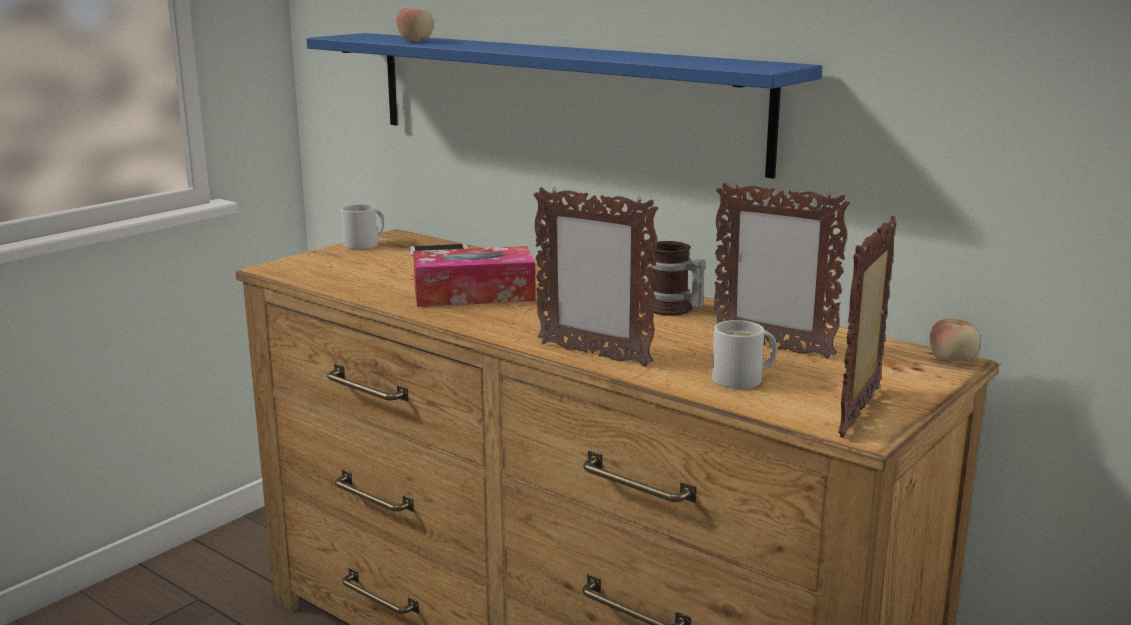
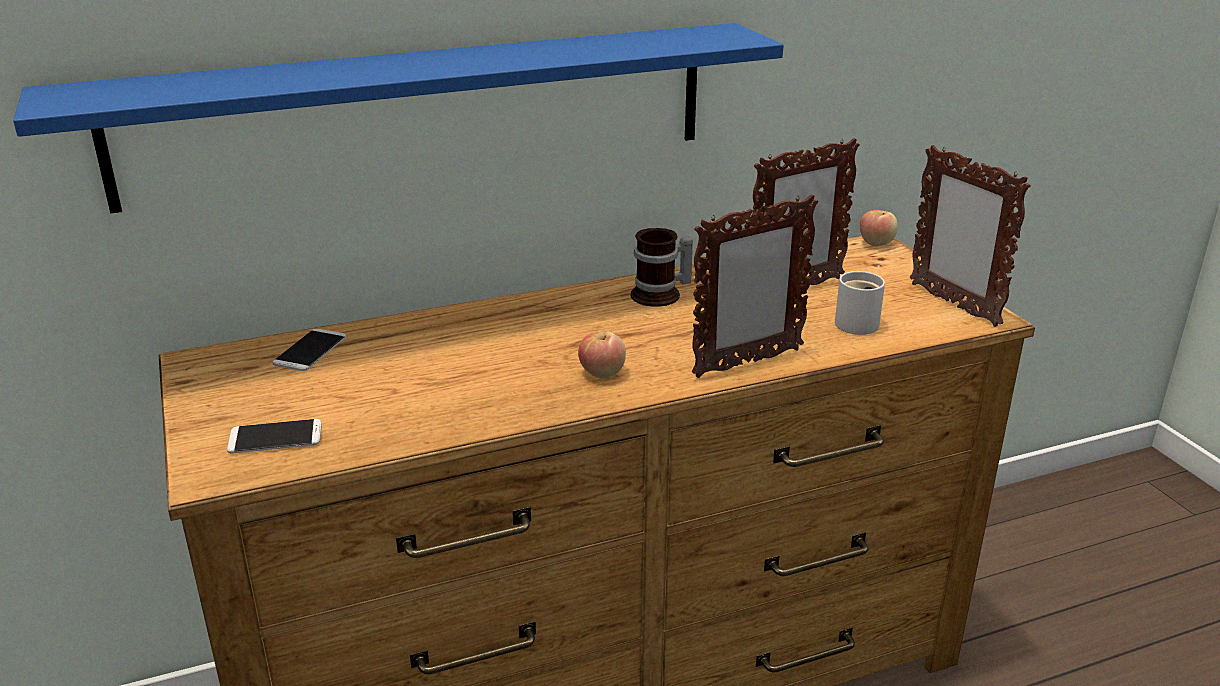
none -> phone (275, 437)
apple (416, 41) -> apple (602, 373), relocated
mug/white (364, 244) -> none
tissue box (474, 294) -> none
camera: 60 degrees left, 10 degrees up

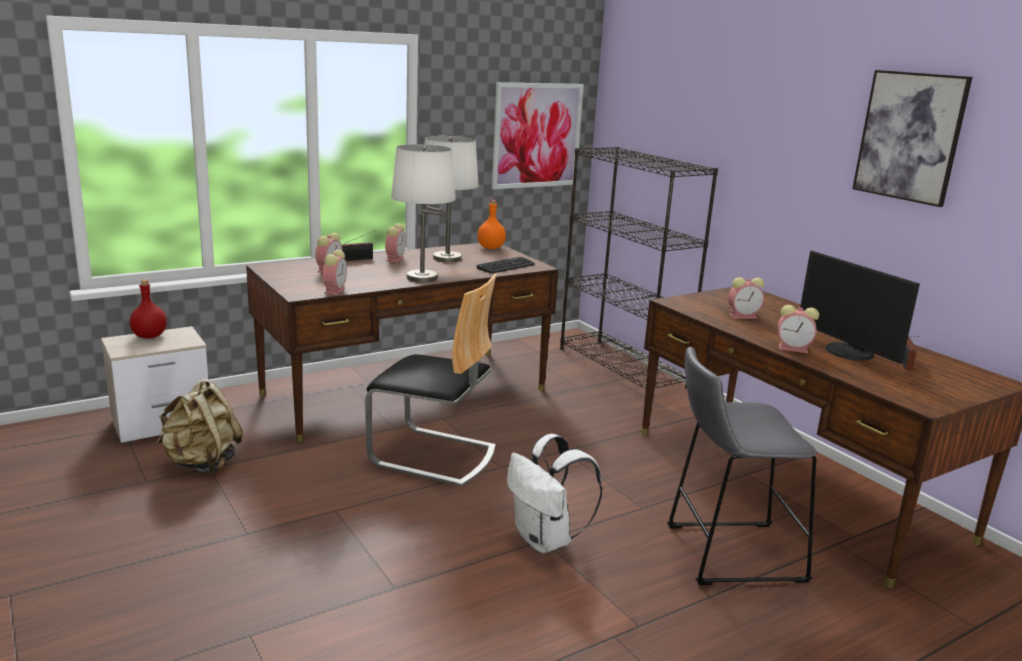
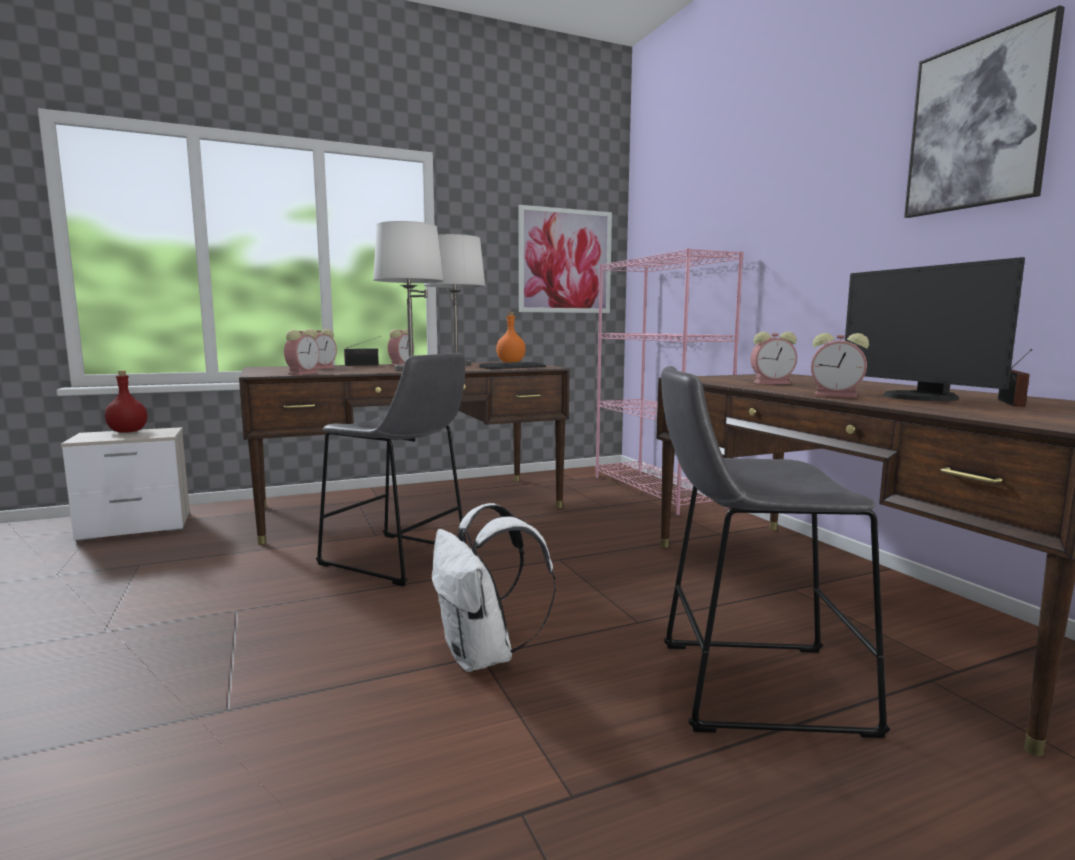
chair (433, 455) -> stool/grey (399, 560)
bookcase/black (622, 368) -> bookcase/pink (657, 491)
backpack/beige (202, 463) -> none
camera: 10 degrees right, 10 degrees down

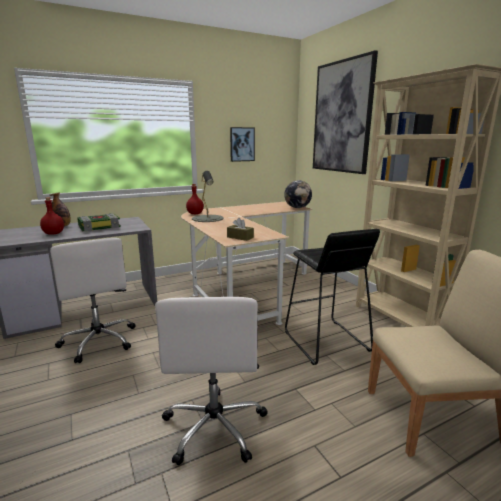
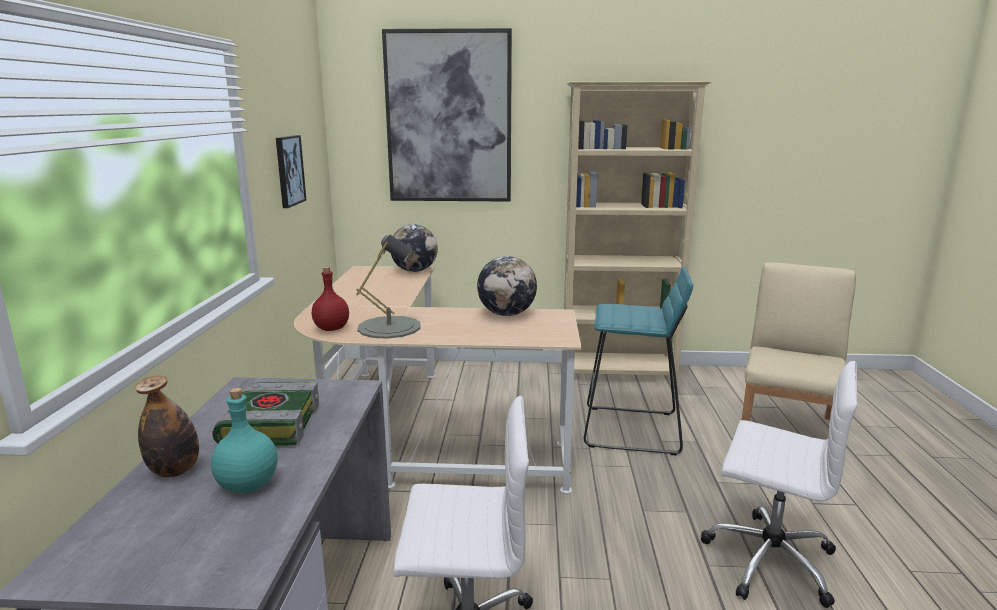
bottle/red (54, 233) -> bottle/turquoise (249, 485)
none -> globe (507, 314)
stool/black (325, 342) -> stool/turquoise (632, 430)
tissue box/brown (240, 237) -> none
camera: 60 degrees left, 0 degrees up

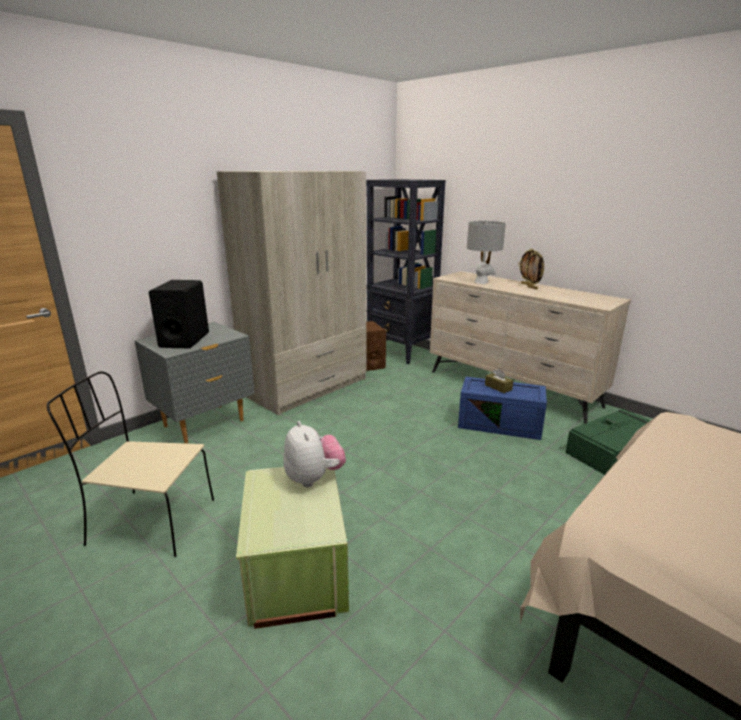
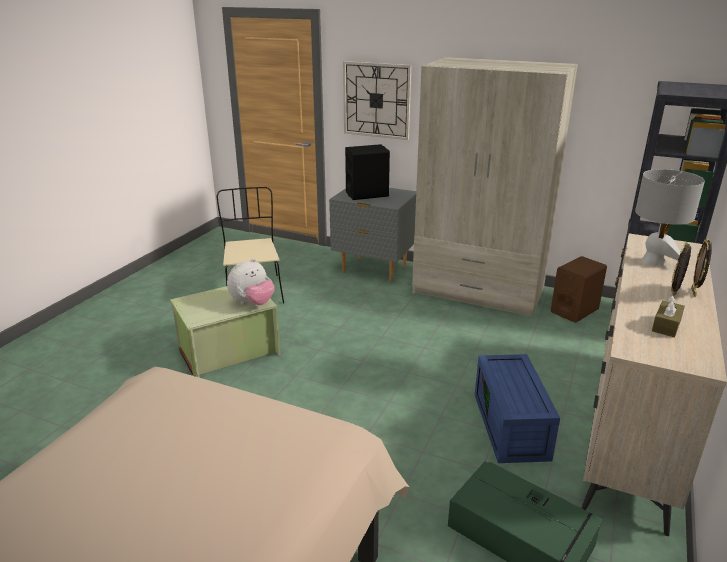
none -> wall clock (376, 100)
tissue box/brown (498, 387) -> tissue box/brown (666, 325), relocated
camera: 70 degrees right, 5 degrees up

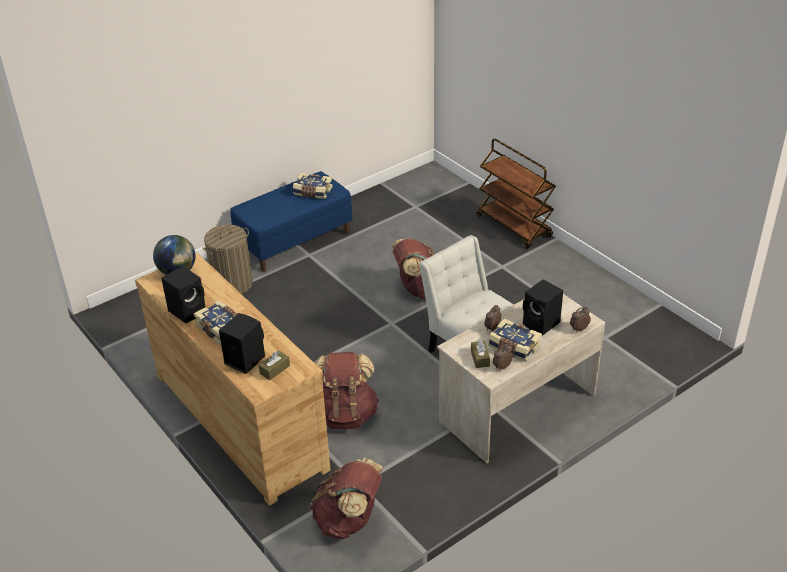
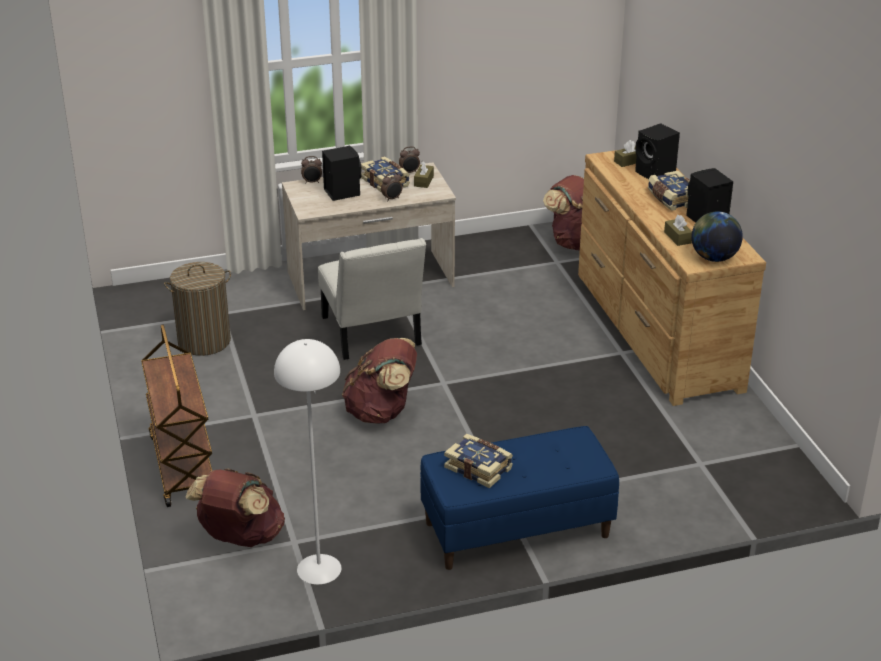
laundry basket (232, 284) -> laundry basket (204, 341), relocated
backpack/brown (345, 414) -> backpack/brown (240, 538), relocated
none -> floor lamp/white (319, 569)
none -> tissue box/brown (677, 237)
camera: 160 degrees left, 5 degrees down

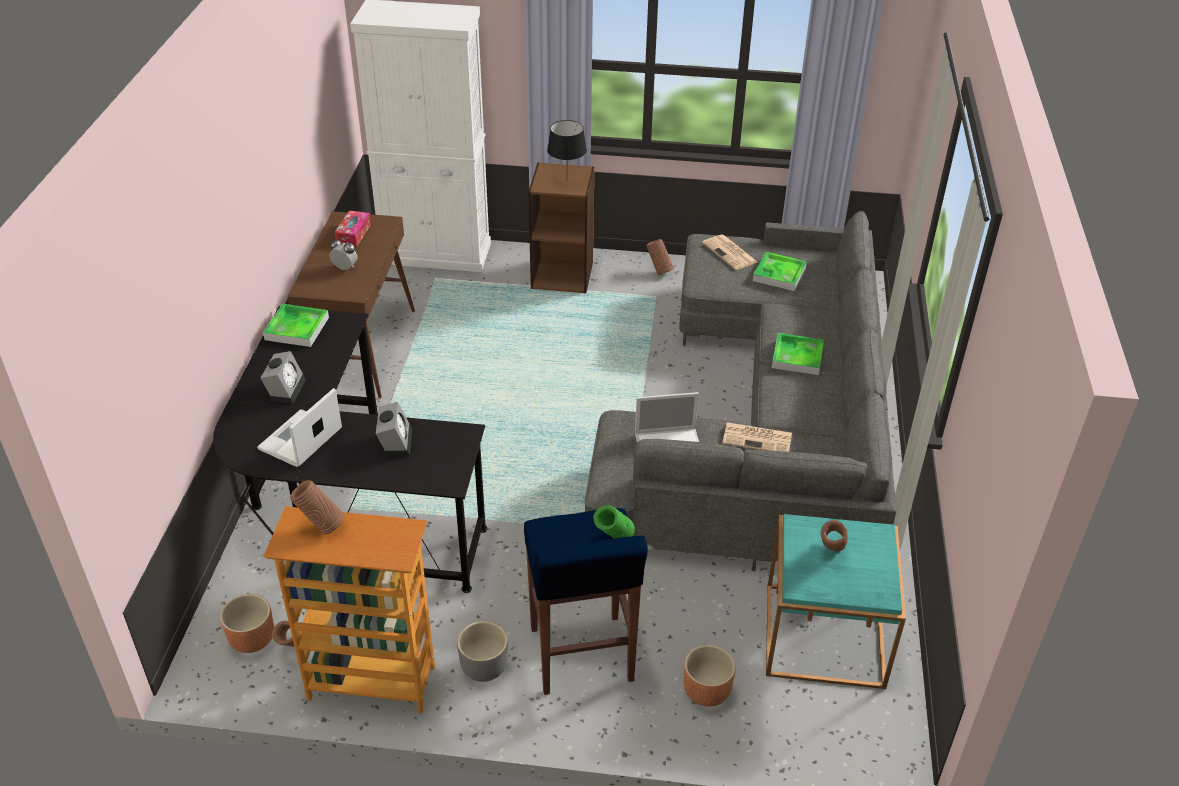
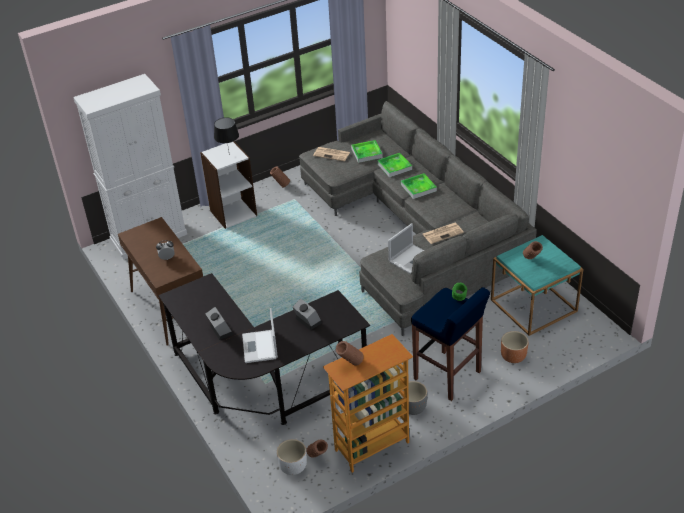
bookcase/brown (562, 275) -> bookcase/white (233, 213)
planter/brown (252, 640) -> planter/white (293, 467)
tray (297, 328) -> tray (394, 167), relocated
tissue box (353, 234) -> none
camera: 35 degrees left, 0 degrees up

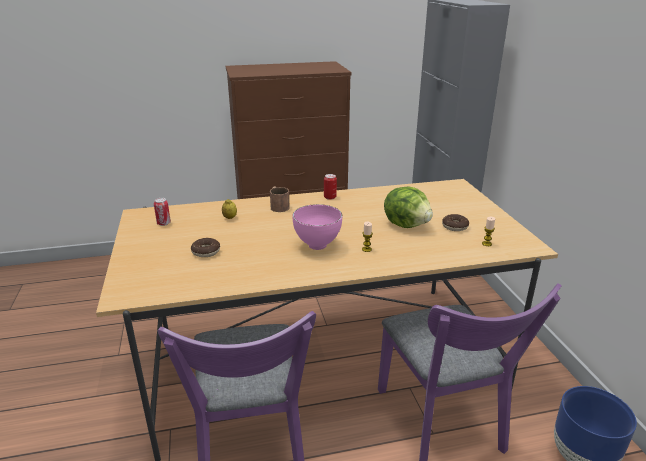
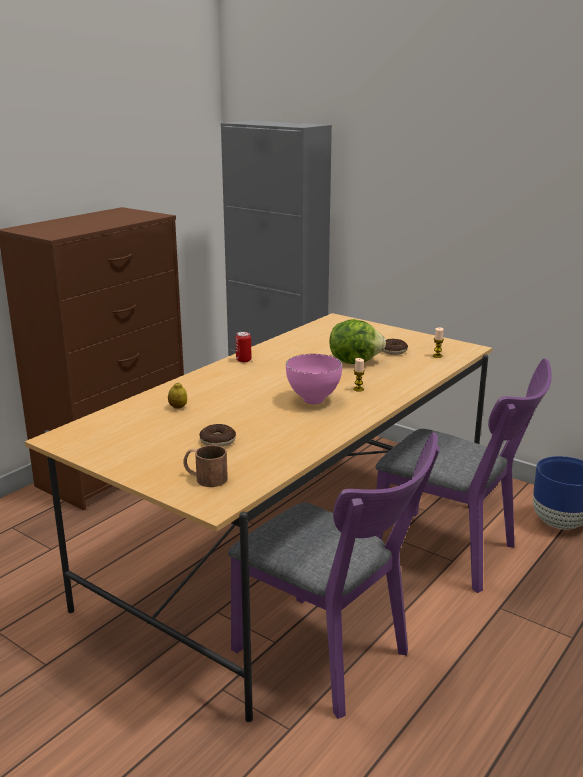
mug/brown (278, 206) -> mug/brown (204, 478), relocated
can (164, 223) -> none
camera: 40 degrees left, 5 degrees down

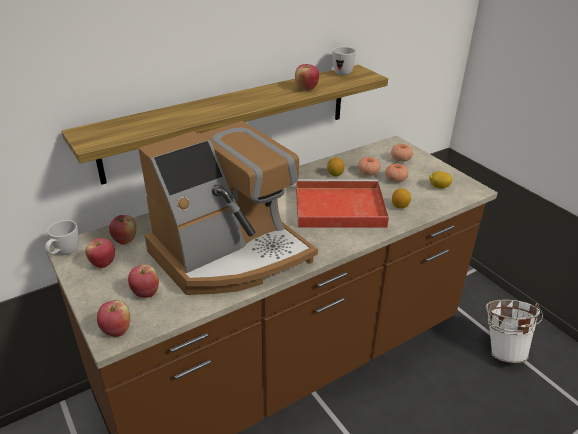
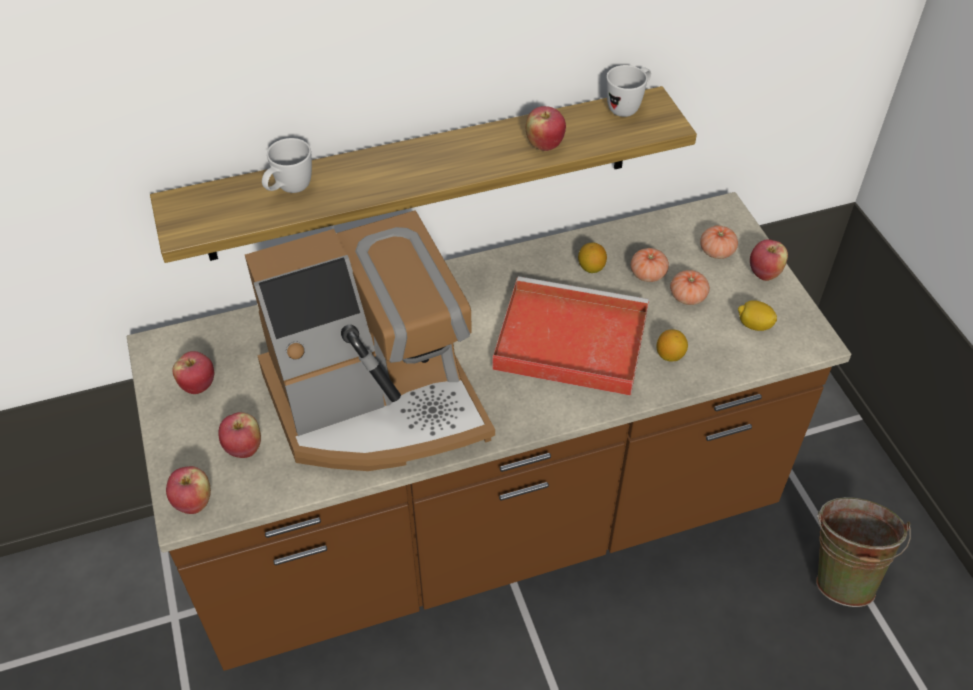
mug/white (64, 253) -> mug/white (289, 190), relocated
apple (125, 240) -> apple (764, 273), relocated
bucket/white (502, 348) -> bucket/green (842, 572)
camera: 15 degrees right, 15 degrees up

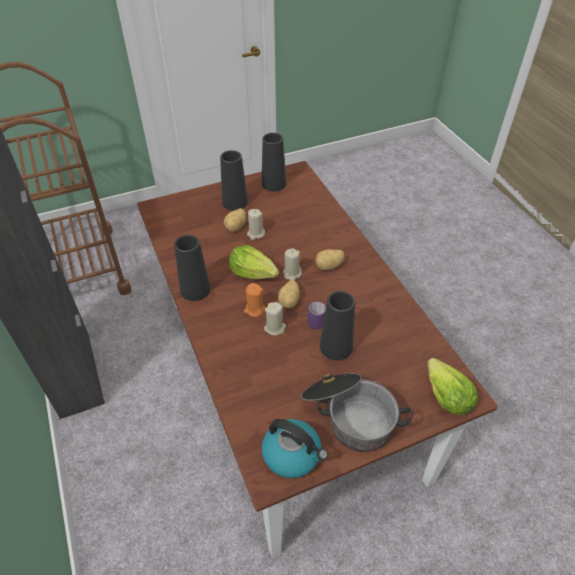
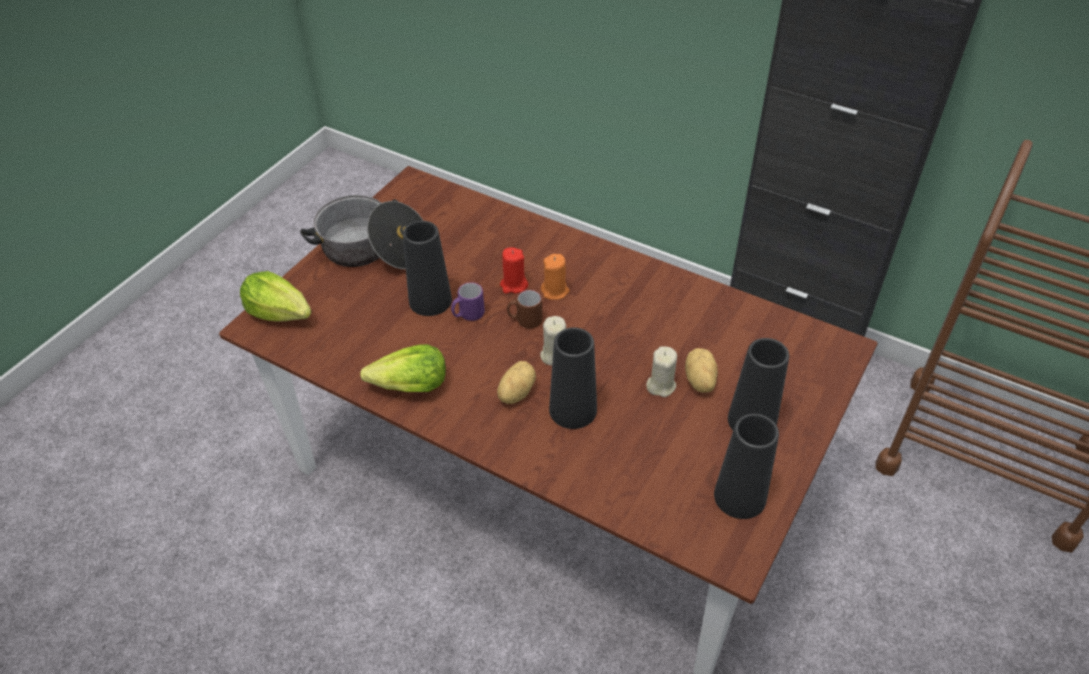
lettuce (253, 273) -> lettuce (410, 386), relocated
candle/beige (275, 328) -> candle/red (514, 285)
potato (289, 301) -> mug/brown (525, 321)
vase/black (195, 289) -> vase/black (573, 410), relocated
kettle (293, 454) -> none
camera: 145 degrees right, 0 degrees up

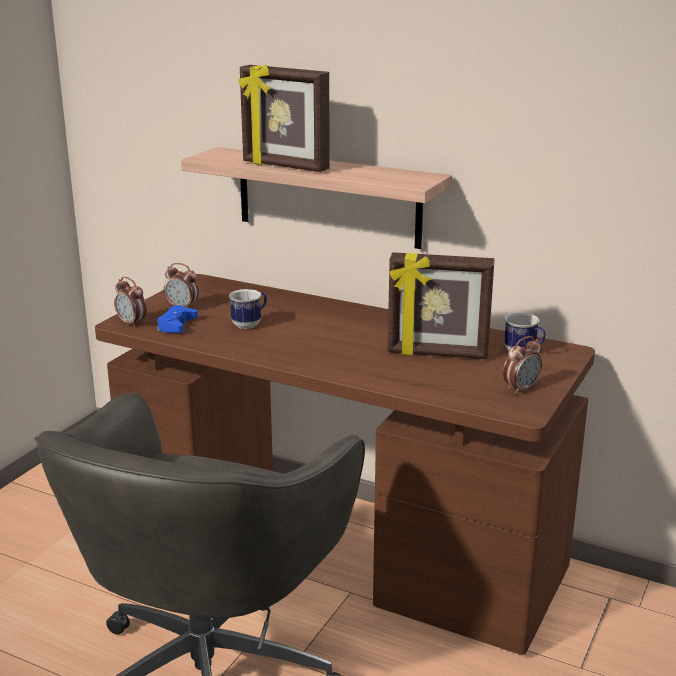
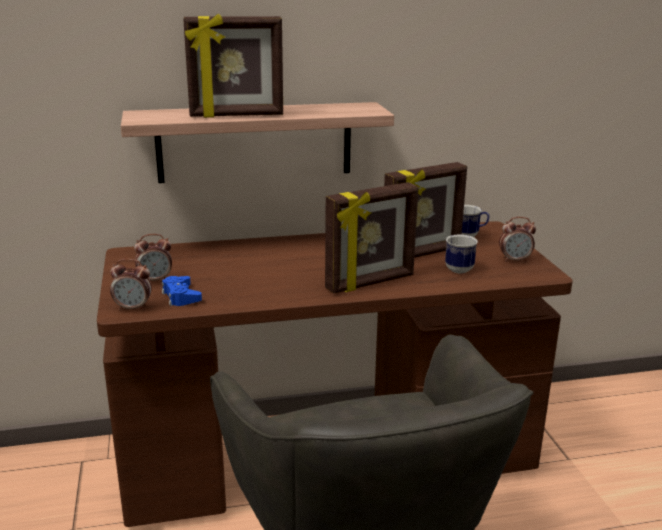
none -> picture frame (370, 283)
mug (250, 324) -> mug (459, 268), relocated
alarm clock (521, 389) -> alarm clock (515, 260), 75 degrees clockwise
camera: 40 degrees left, 0 degrees up

